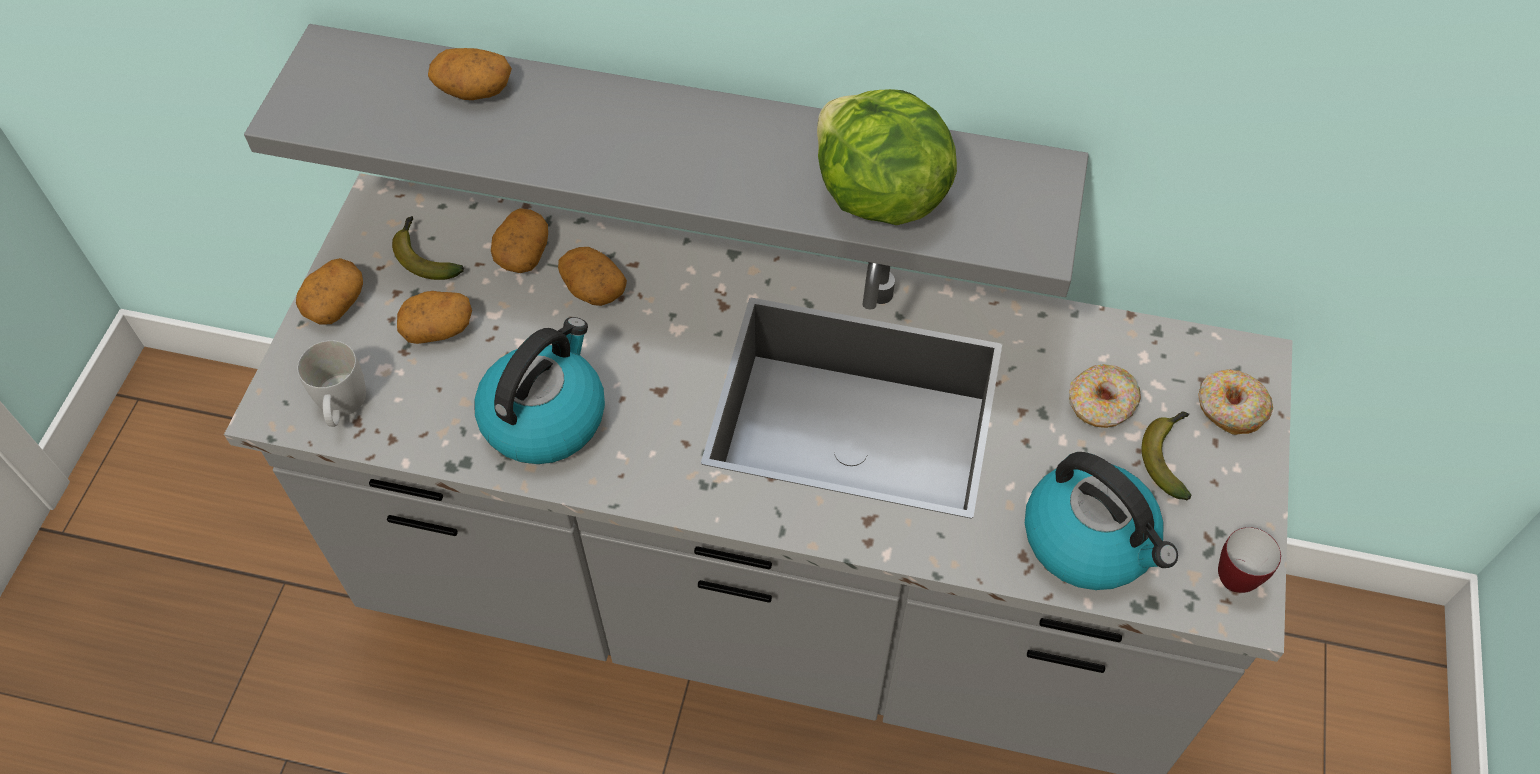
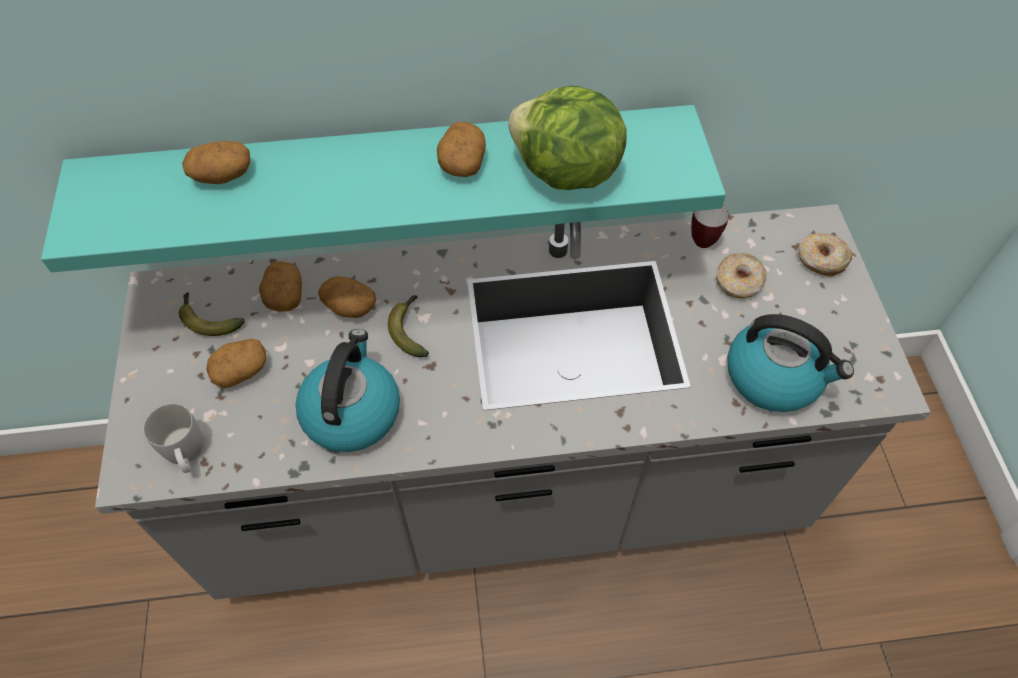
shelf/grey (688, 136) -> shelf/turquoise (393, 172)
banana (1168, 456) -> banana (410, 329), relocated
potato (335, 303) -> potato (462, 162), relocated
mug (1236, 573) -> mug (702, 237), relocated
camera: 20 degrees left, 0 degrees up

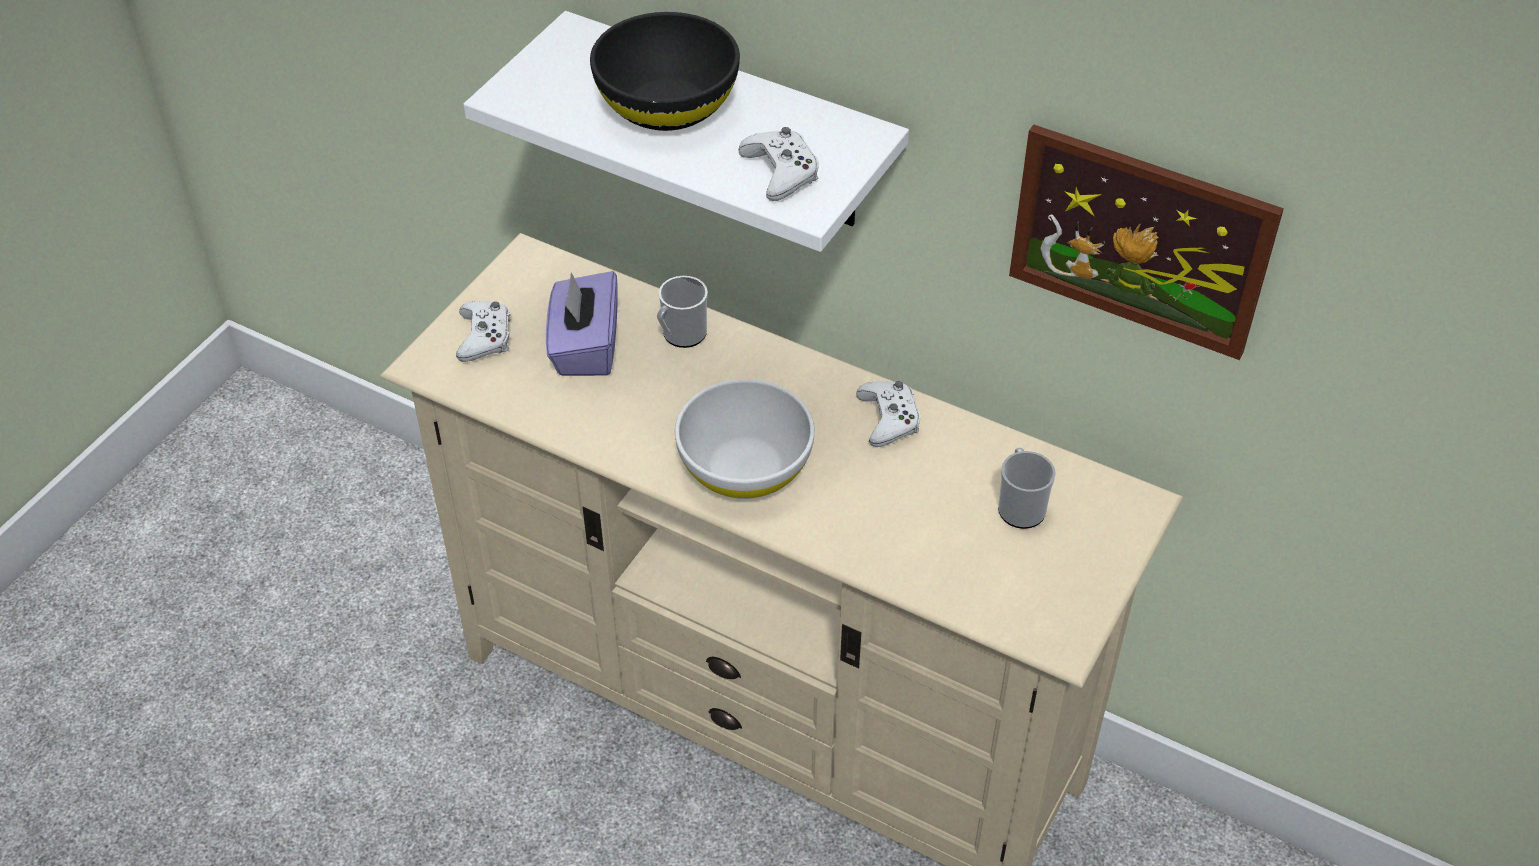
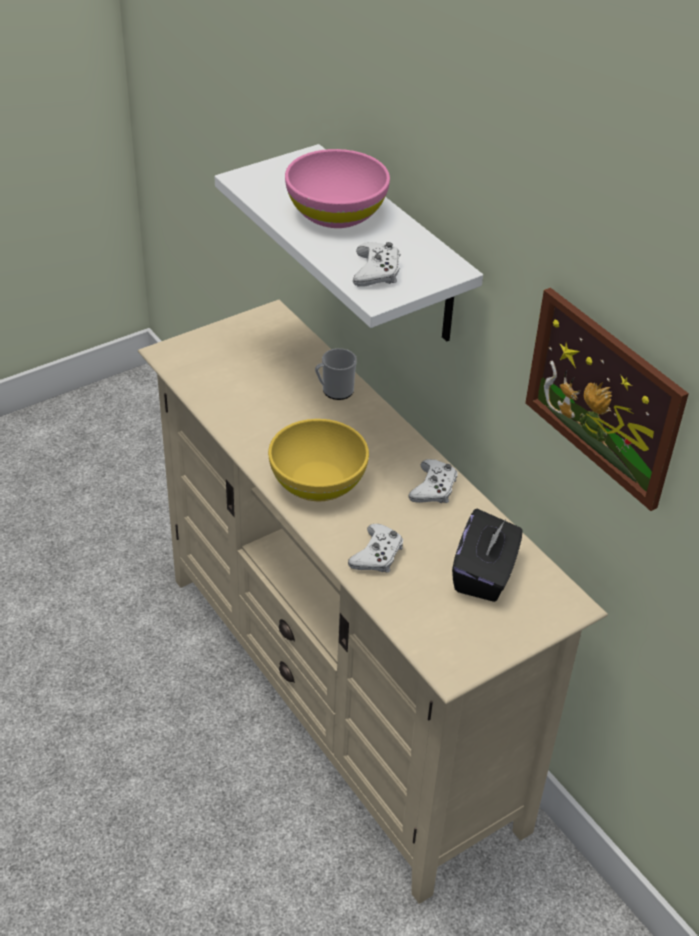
bowl/white (744, 468) -> bowl/yellow (317, 482)
bowl/black (668, 106) -> bowl/pink (336, 213)
game controller/white (485, 337) -> game controller/white (377, 555), relocated
mug (1020, 506) -> tissue box/black (484, 574)
tissue box/purple (585, 347) -> none
camera: 25 degrees right, 5 degrees down

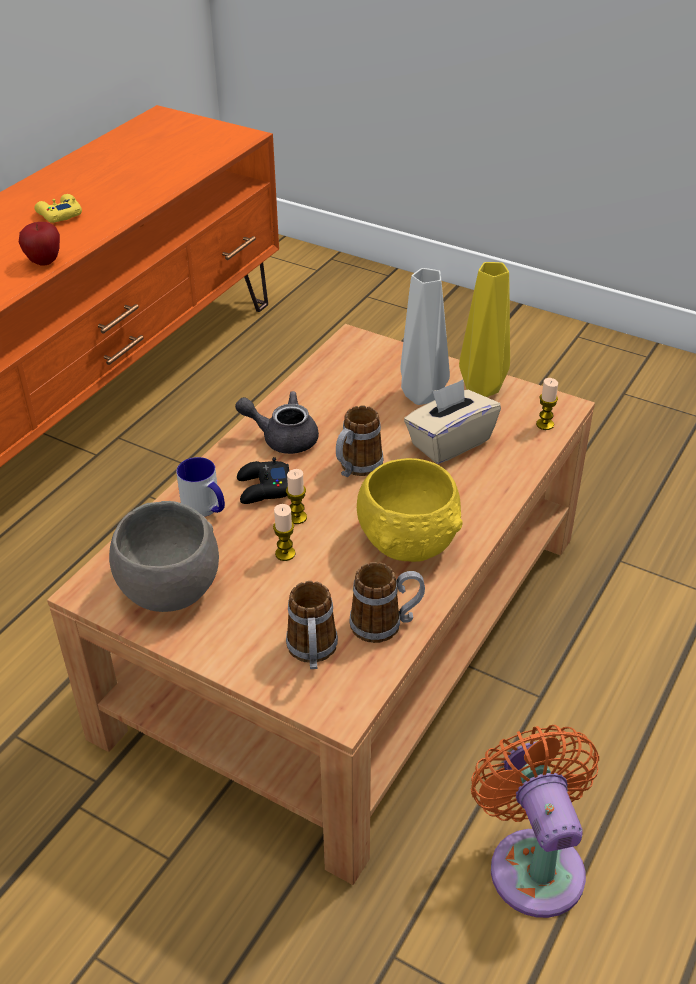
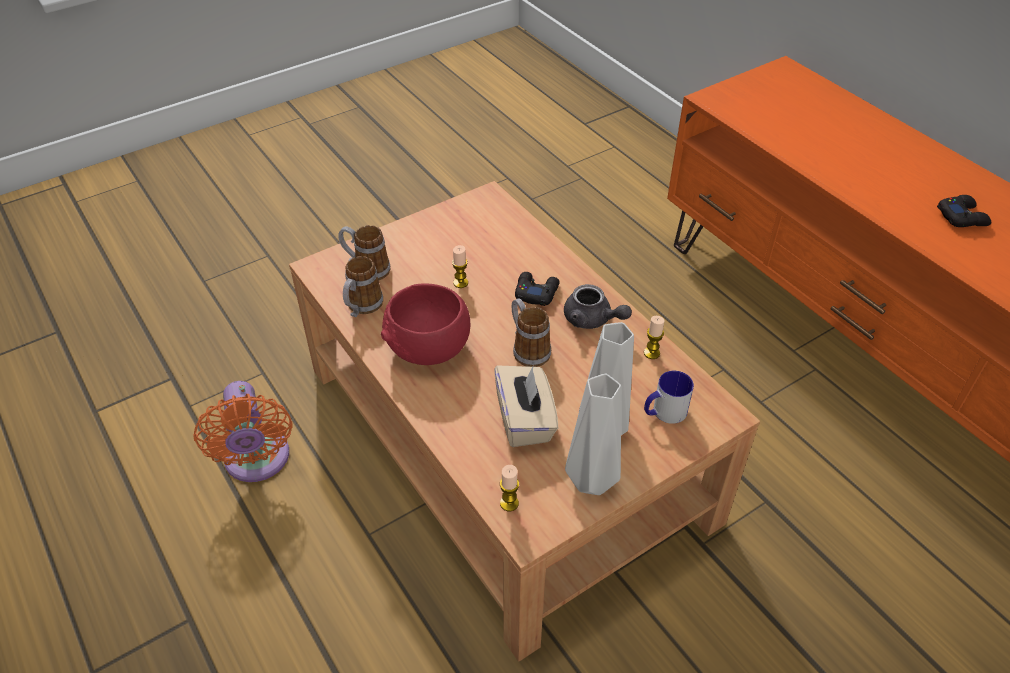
fan/orange (533, 862) -> fan/orange (257, 462), 60 degrees clockwise
bowl/yellow (409, 540) -> bowl/red (428, 348)
teapot/grey (283, 437) -> teapot/grey (592, 320), 90 degrees clockwise
vase/yellow (482, 387) -> vase/grey (594, 482)
candle (297, 517) -> candle (651, 353), relocated
mug (205, 508) -> mug (664, 412), relocated
game controller/yellow (59, 214) -> game controller/black (962, 217)
apple (44, 262) -> none
bowl/grey (168, 586) -> none
camera: 115 degrees right, 5 degrees up

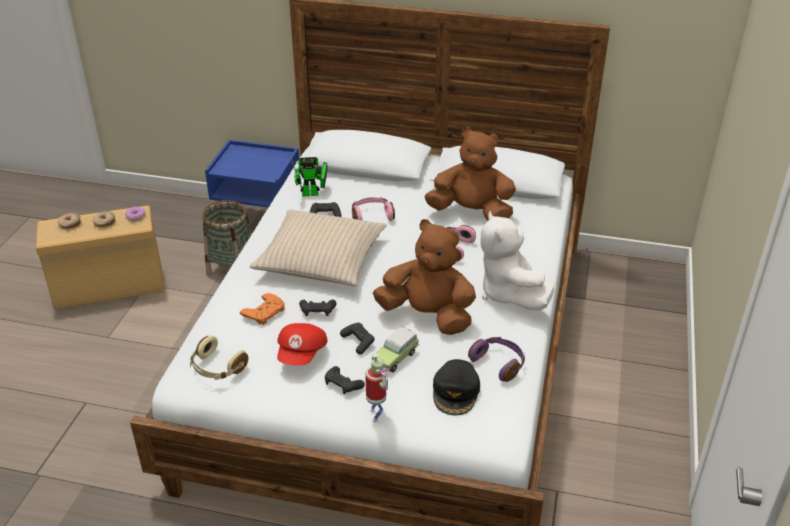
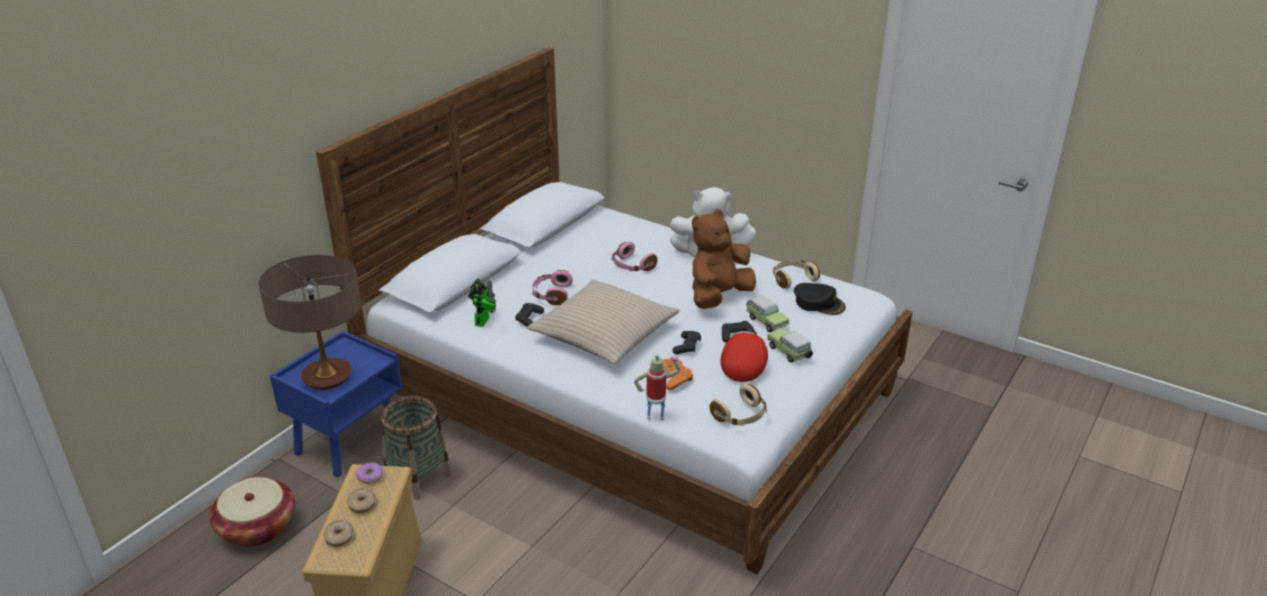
none -> basket (257, 527)
none -> table lamp (327, 377)
toy robot (377, 415) -> toy robot (656, 417), relocated
cap/red (302, 354) -> cap/red (743, 365), 105 degrees counterclockwise
game controller/black (343, 385) -> toy car (789, 353)
headphones/purple (499, 363) -> headphones/beige (793, 279)
plush toy/brown (471, 213) -> none
camera: 70 degrees left, 5 degrees down

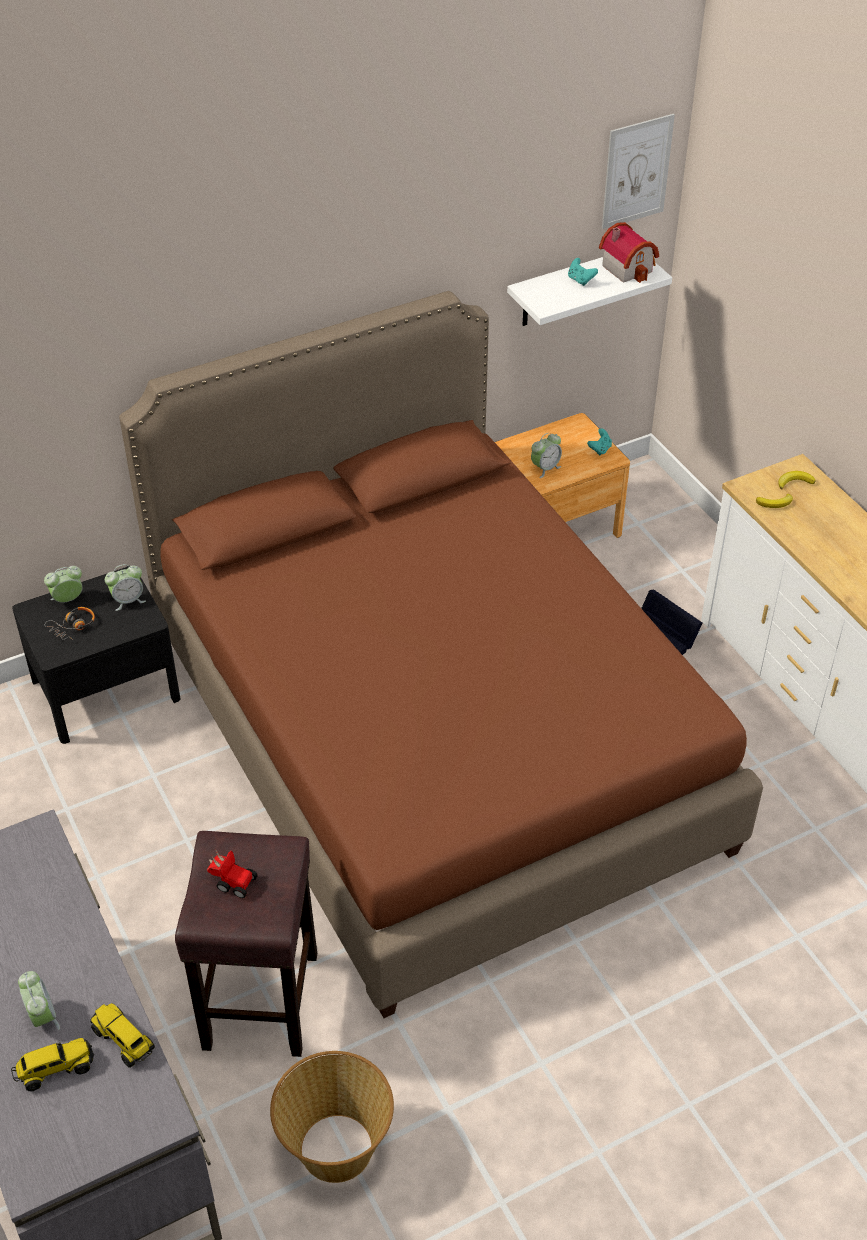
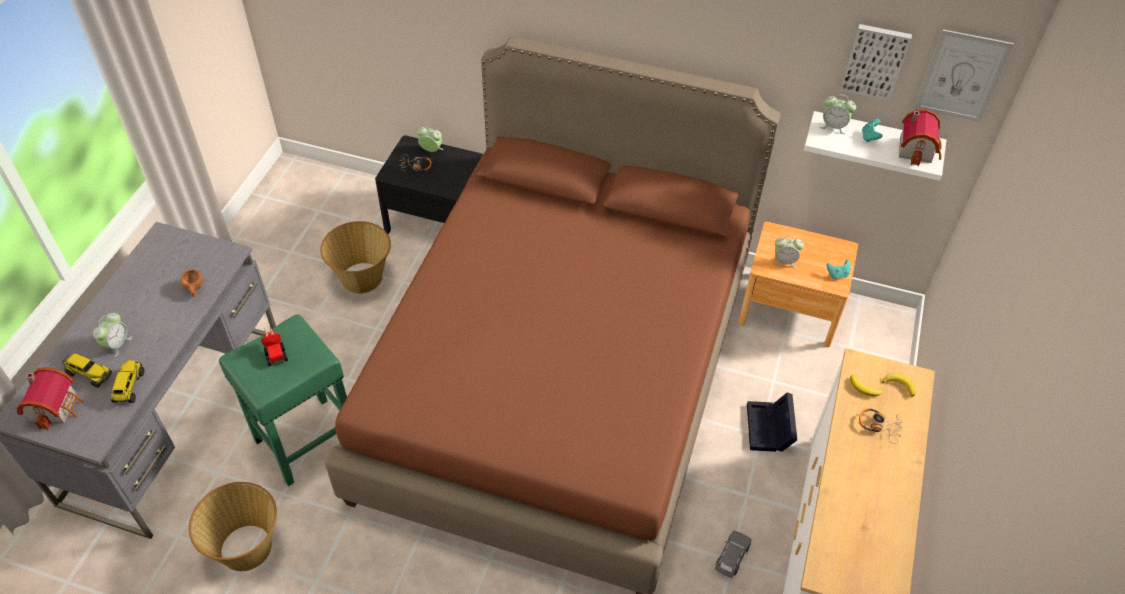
none -> toy house (57, 406)
none -> cup/brown (194, 289)
stool/brown (260, 1003) -> stool/green (305, 442)
none -> basket (362, 278)
none -> toy car/grey (731, 557)
alarm clock (128, 600) -> alarm clock (833, 126), relocated
none -> picture (875, 61)
none -> headphones (879, 426)
camera: 45 degrees right, 5 degrees up

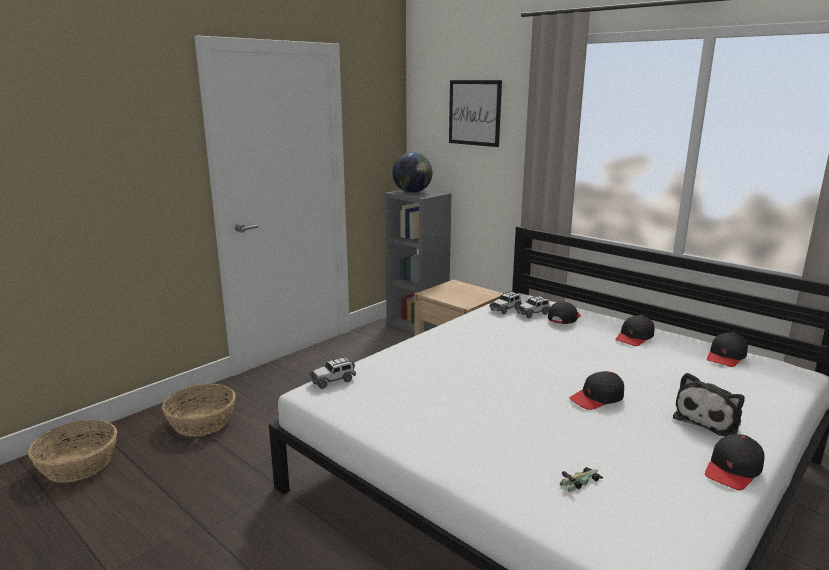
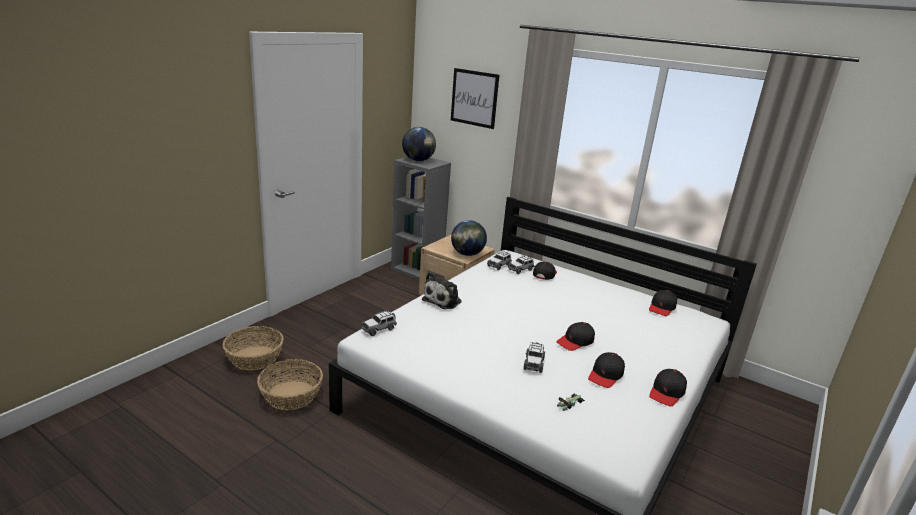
basket (78, 464) -> basket (291, 395), relocated
plush toy (709, 419) -> plush toy (443, 300), relocated
none -> globe (467, 254)
none -> toy car (533, 363)
cap/black (634, 337) -> cap/black (605, 375), relocated
camera: 10 degrees left, 5 degrees up

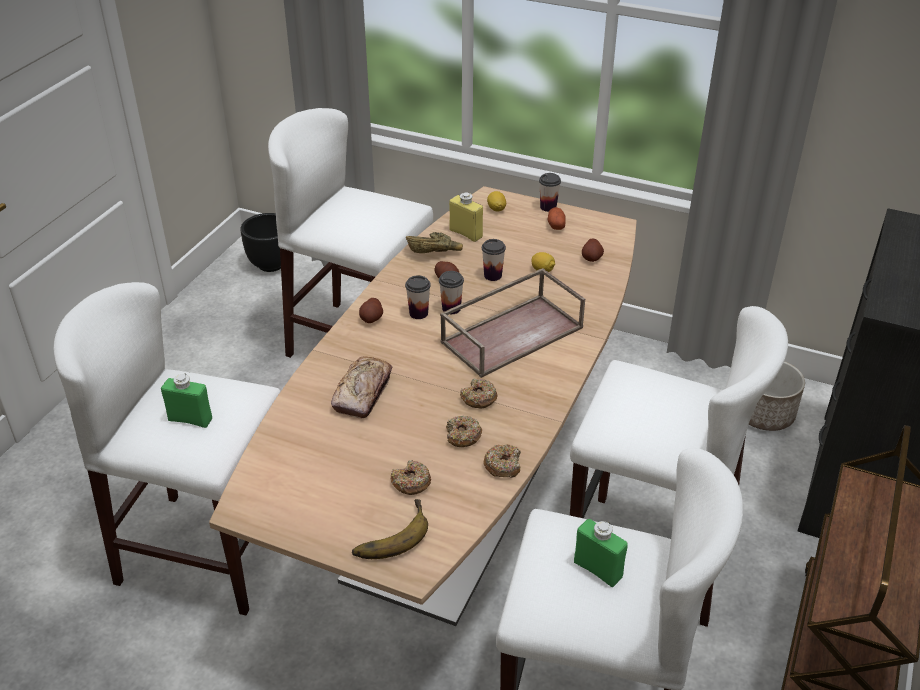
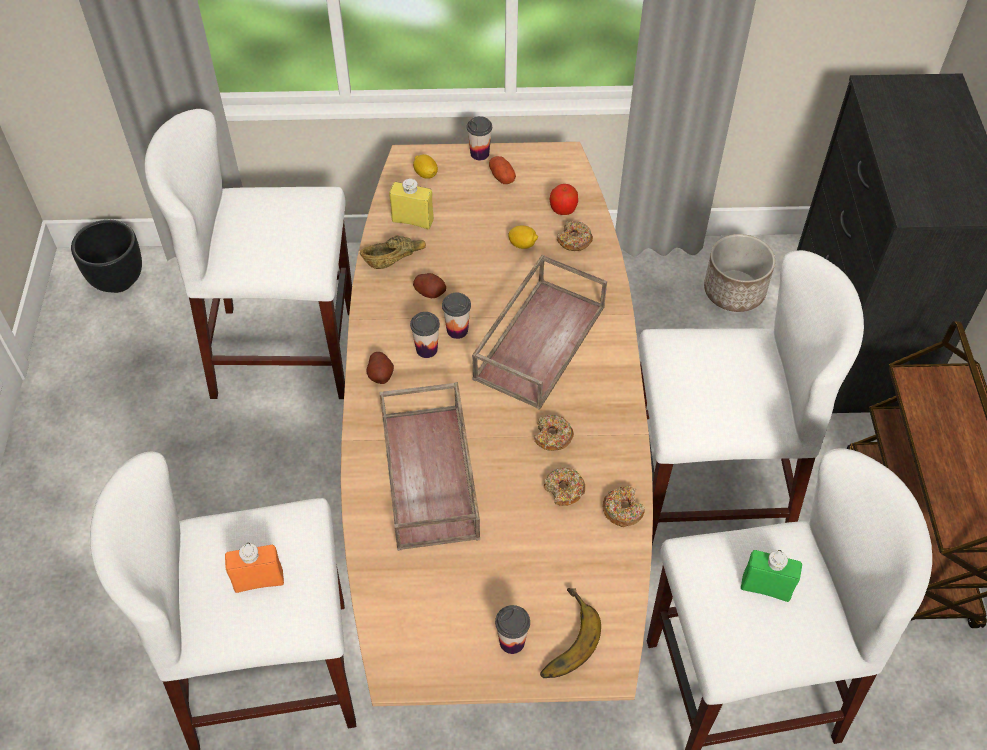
bottle/green (190, 419) -> bottle/orange (259, 581)
bread (363, 393) -> tray/brown (431, 477)
cup (492, 275) -> cup (512, 641), relocated
potato (592, 258) -> apple (563, 210)
donut (411, 483) -> donut (574, 240), relocated
camera: 25 degrees left, 15 degrees up

